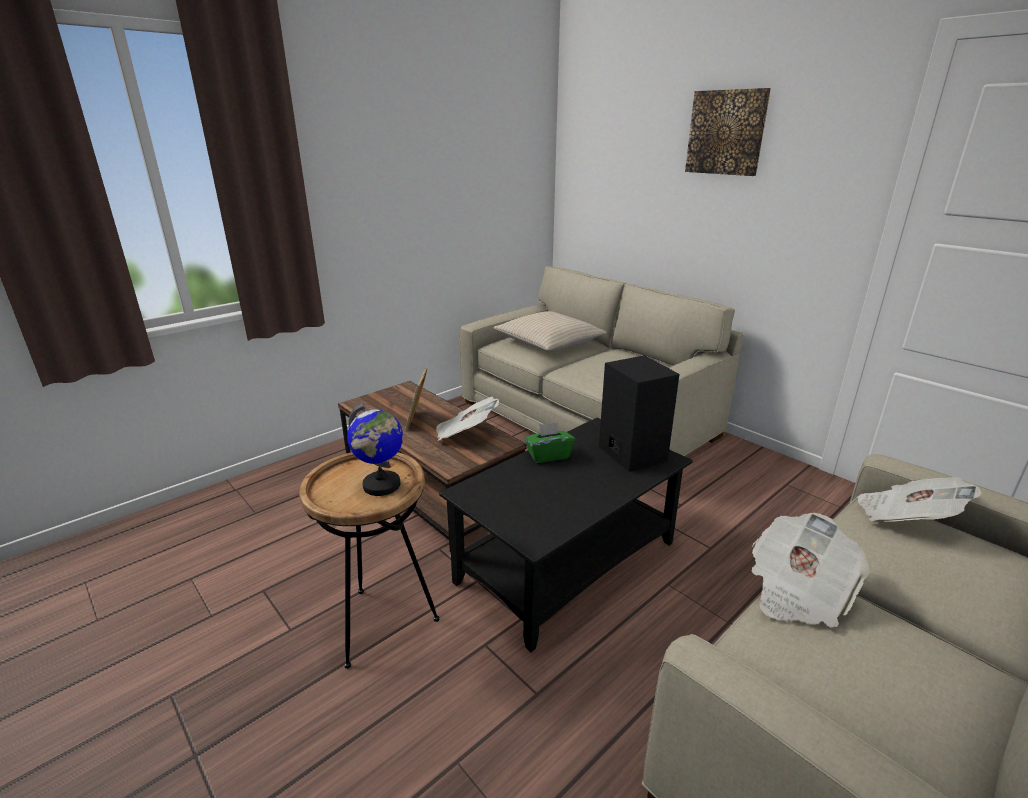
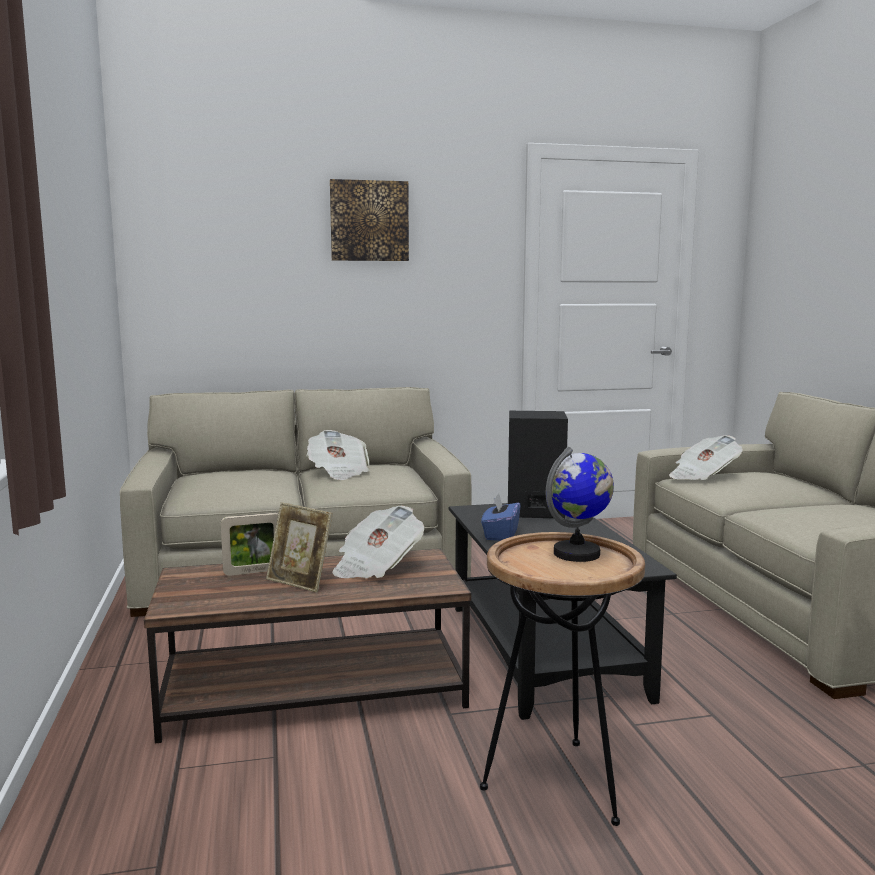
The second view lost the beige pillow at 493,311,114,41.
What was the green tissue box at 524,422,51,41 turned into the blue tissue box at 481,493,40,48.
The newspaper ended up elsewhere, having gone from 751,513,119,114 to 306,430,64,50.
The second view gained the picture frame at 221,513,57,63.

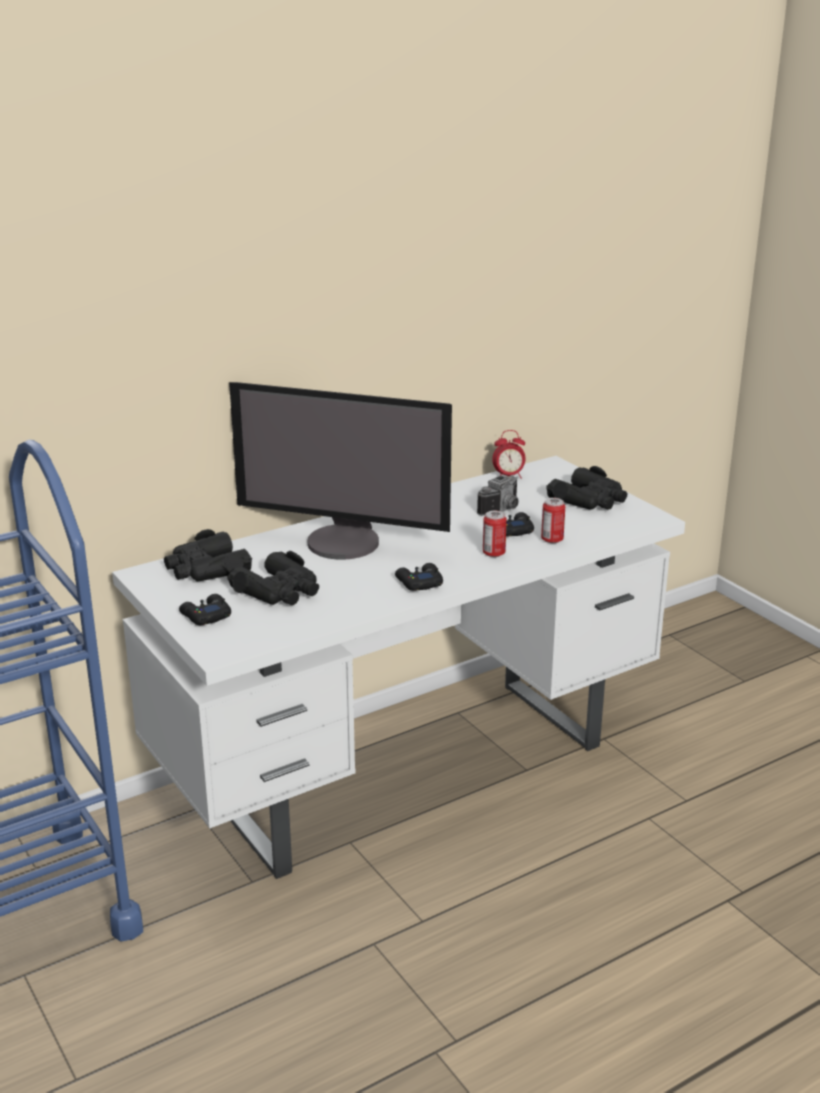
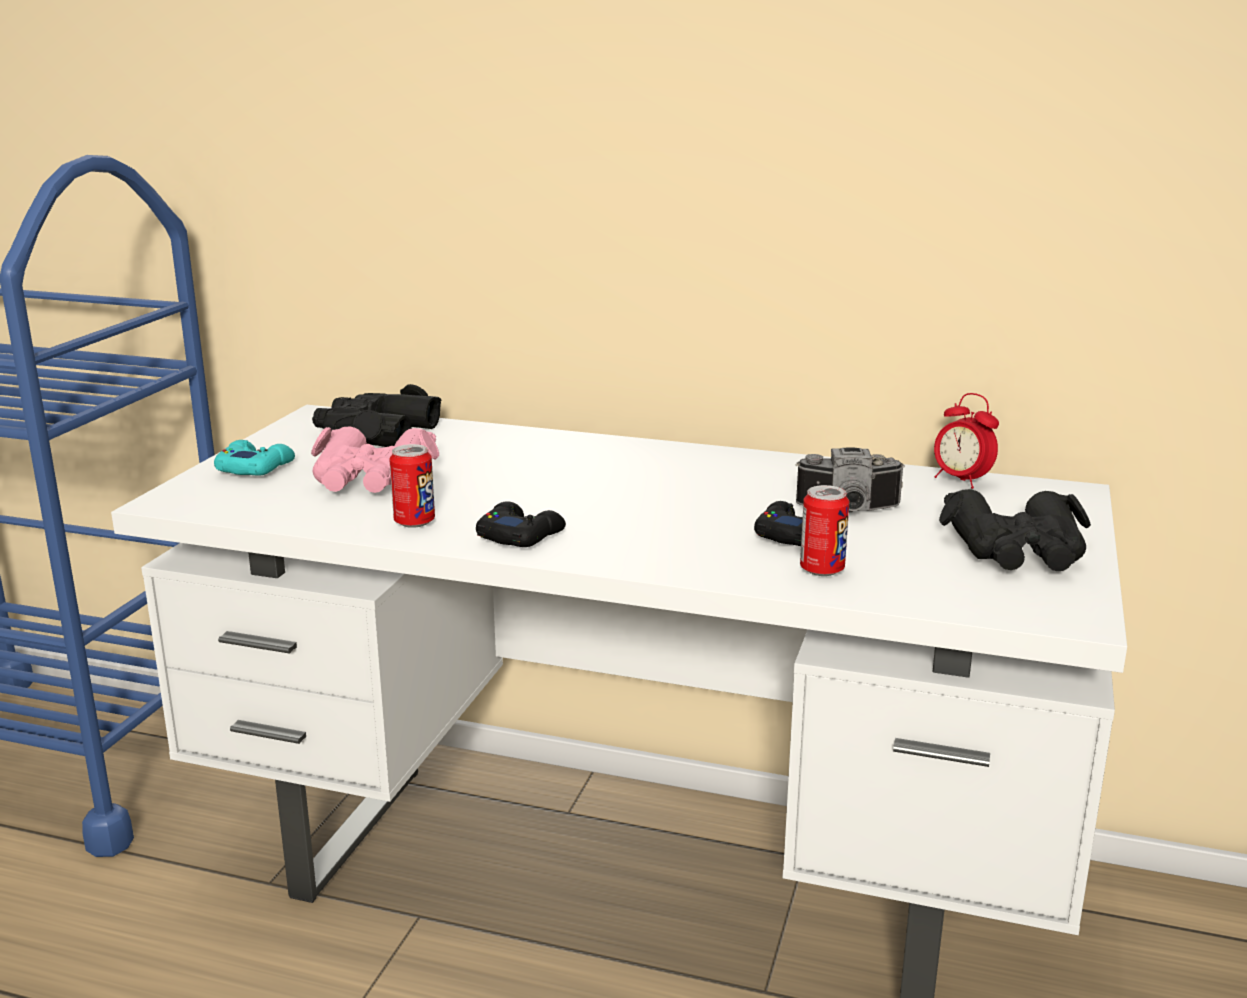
The second view lost the monitor at 229,382,223,178.
The can ended up elsewhere, having gone from 483,511,24,46 to 389,444,46,84.
What was the black binoculars at 227,551,92,54 turned into the pink binoculars at 311,426,128,67.
What was the black game controller at 179,594,52,31 turned into the turquoise game controller at 214,440,81,36.

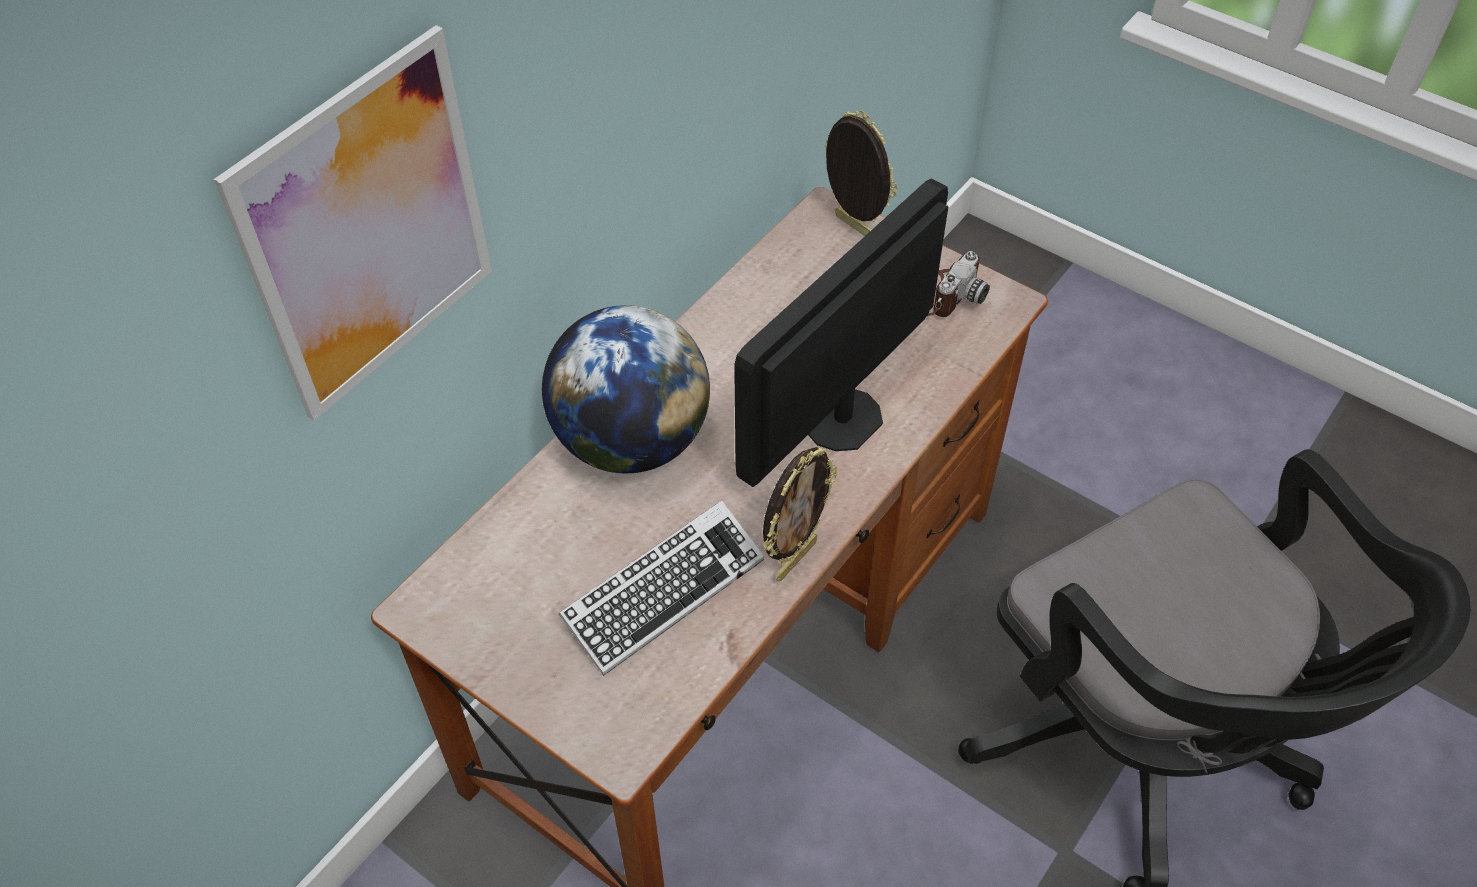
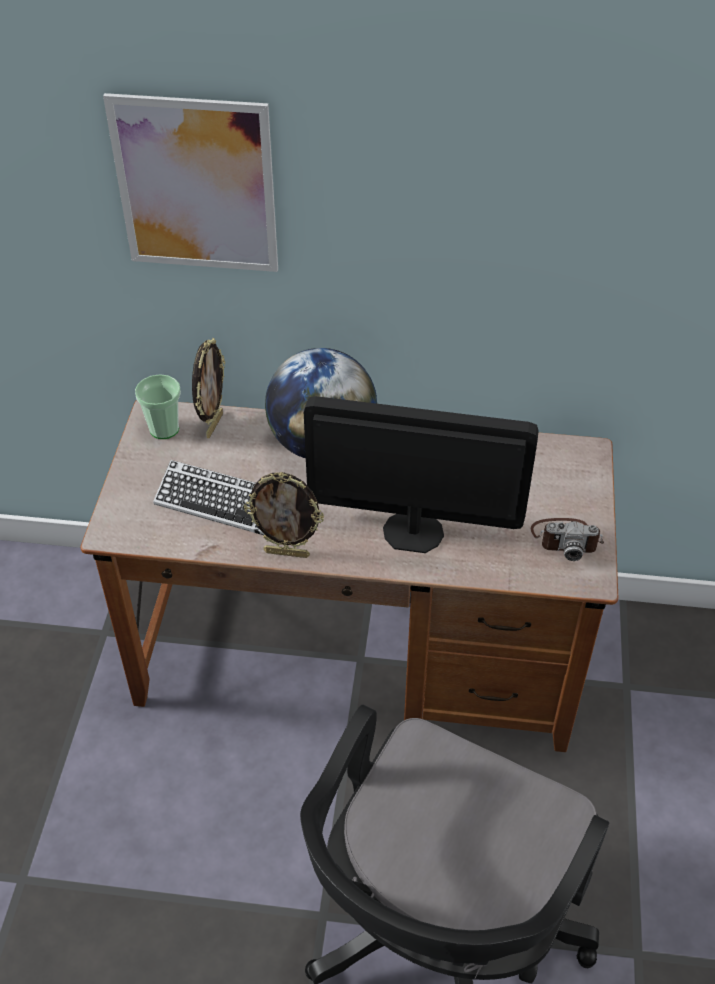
The picture frame ended up elsewhere, having gone from 825,111,73,125 to 192,338,33,100.
The second view gained the cup at 135,374,46,65.

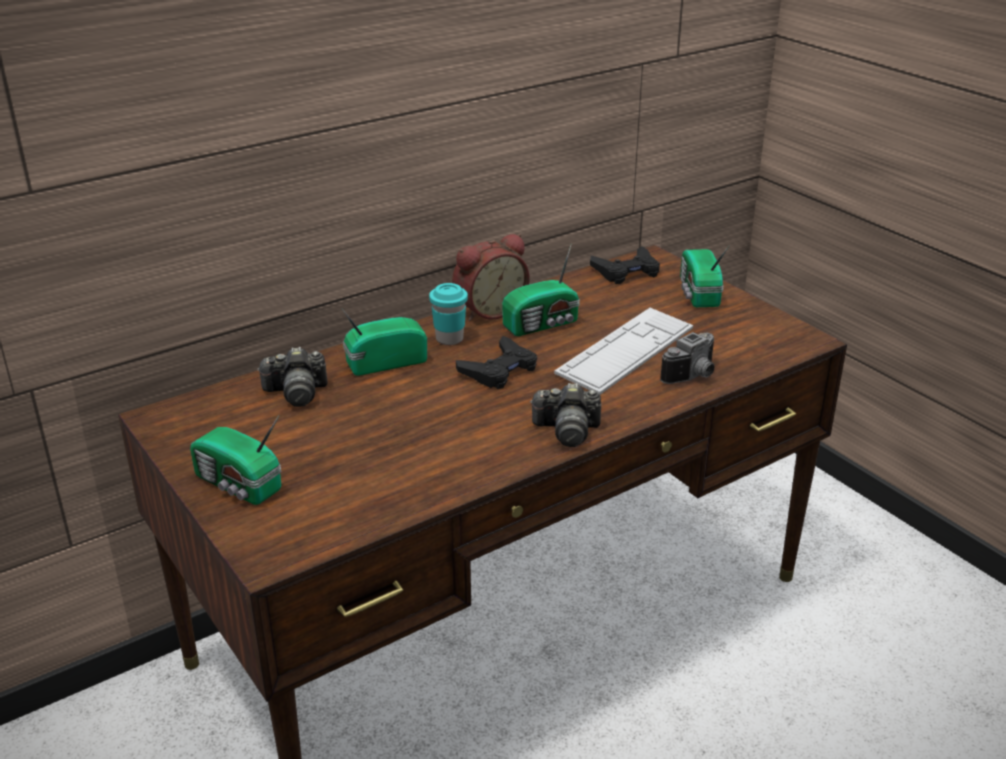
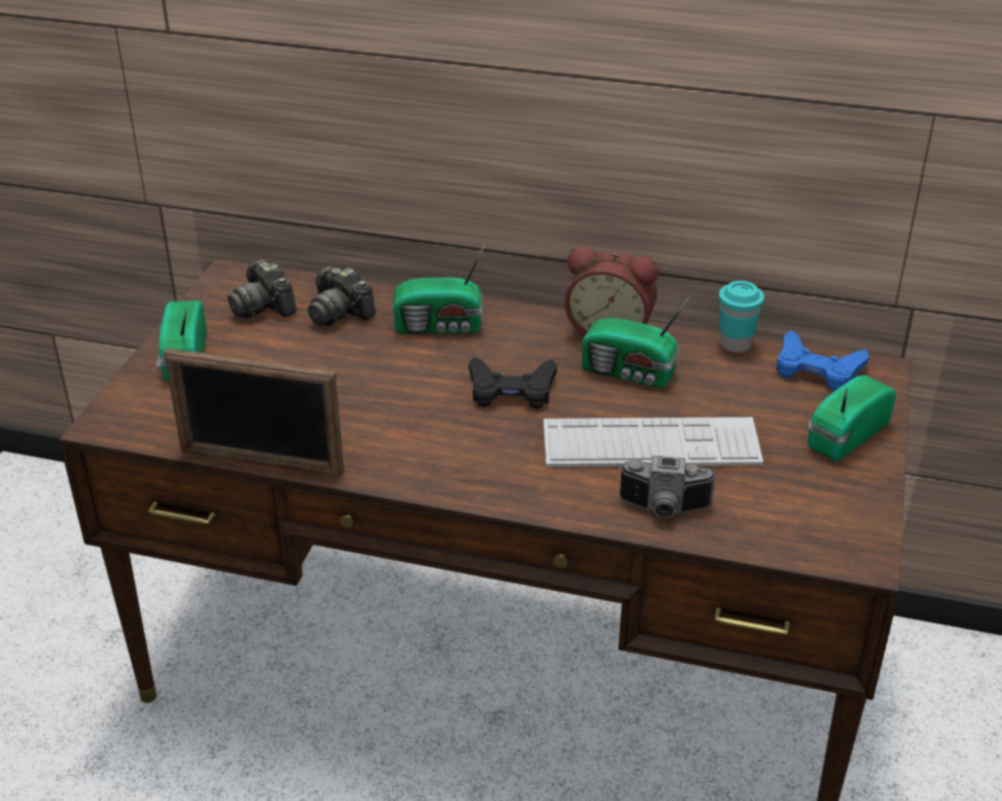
What was the black game controller at 590,246,70,38 turned into the blue game controller at 776,330,93,62.
The turquoise cup ended up elsewhere, having gone from 429,283,39,62 to 719,281,45,72.
The radio at 342,309,85,67 ended up facing another way, 150 degrees clockwise from before.
The photo camera ended up elsewhere, having gone from 530,383,71,64 to 228,260,69,58.
The second view gained the picture frame at 164,348,180,129.

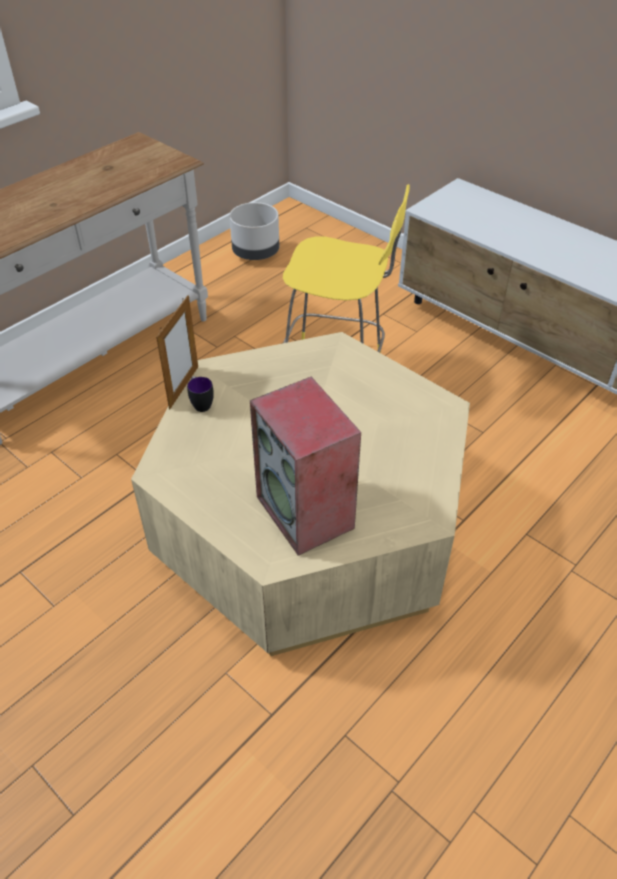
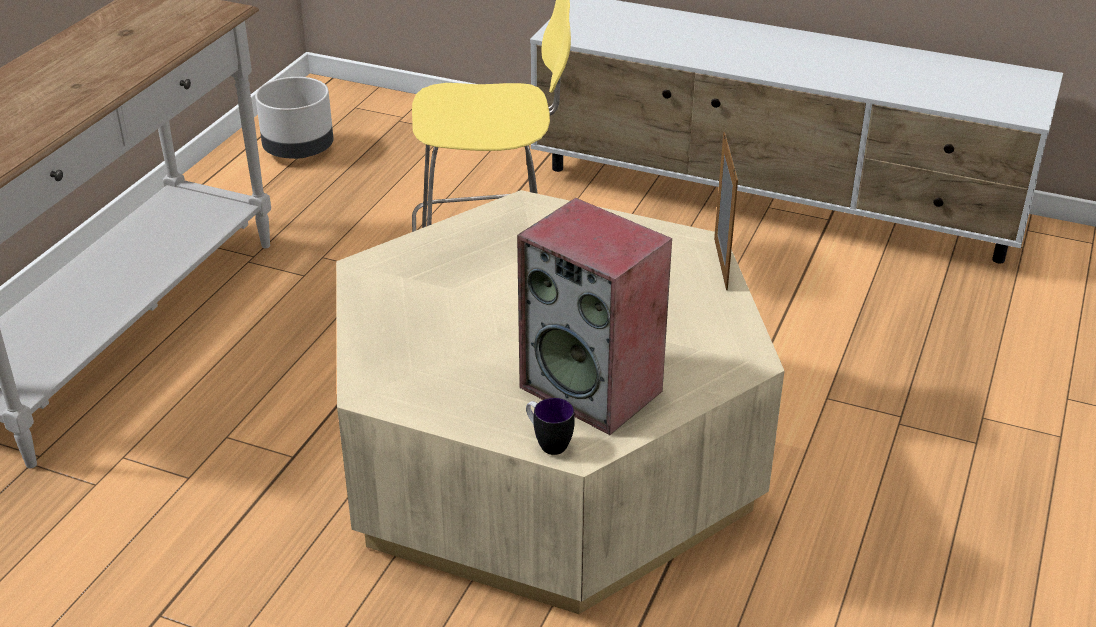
The picture frame ended up elsewhere, having gone from 156,295,42,114 to 714,132,24,158.
The mug ended up elsewhere, having gone from 187,376,27,36 to 526,398,49,57.

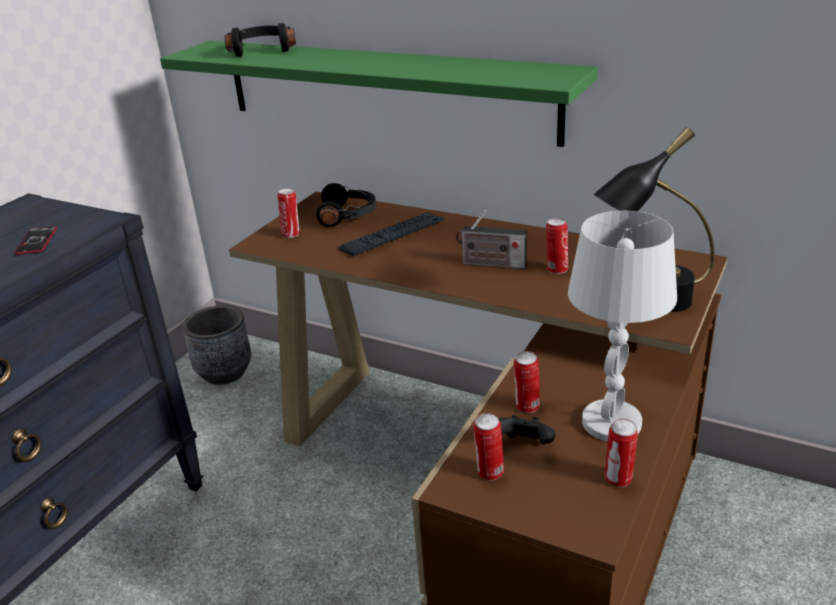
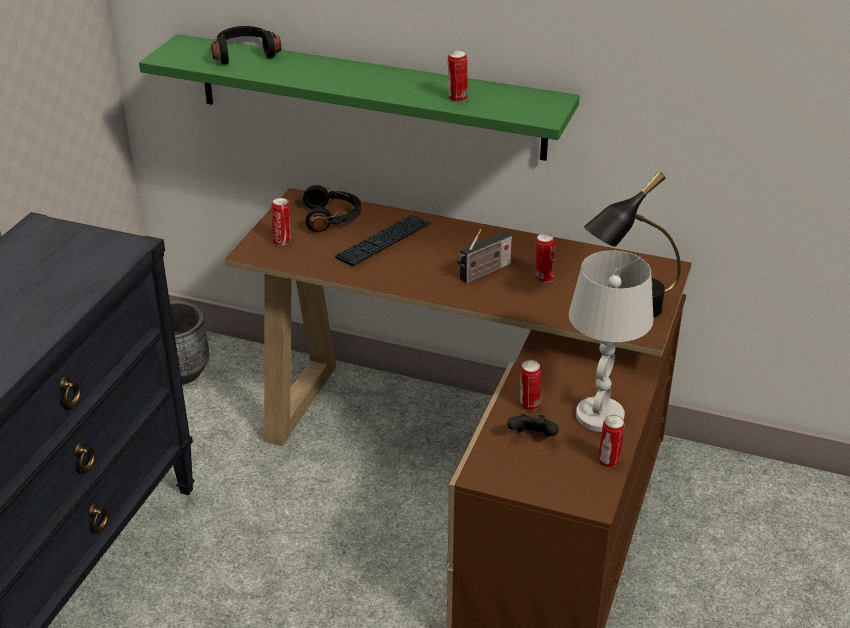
The radio at 456,211,71,58 ended up facing another way, 45 degrees counterclockwise from before.
The second view lost the phone at 14,226,43,29.
The can ended up elsewhere, having gone from 474,413,30,68 to 448,50,20,52.

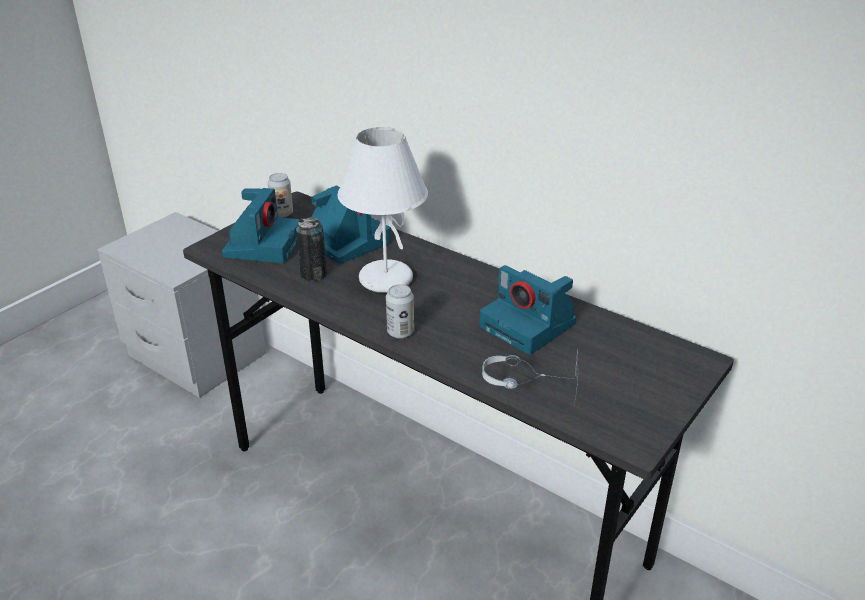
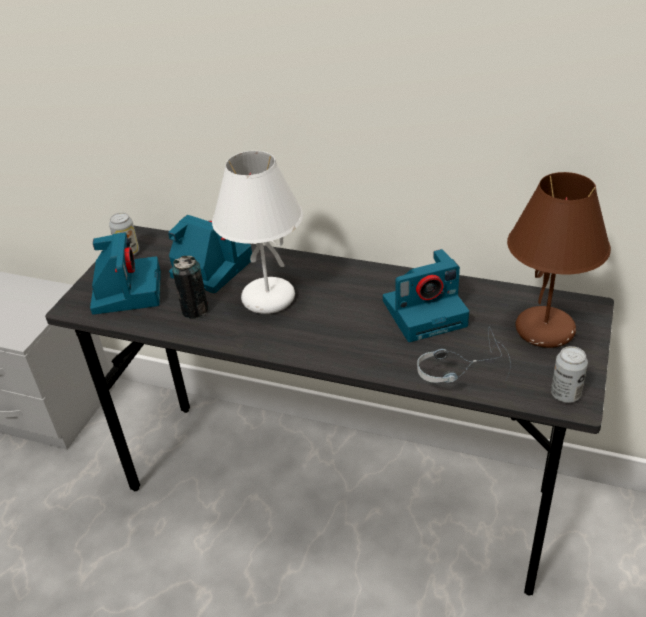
The photo camera at 480,265,96,90 ended up facing another way, 45 degrees counterclockwise from before.
The can ended up elsewhere, having gone from 386,284,28,54 to 551,346,37,57.
The second view gained the brown table lamp at 507,172,104,176.

